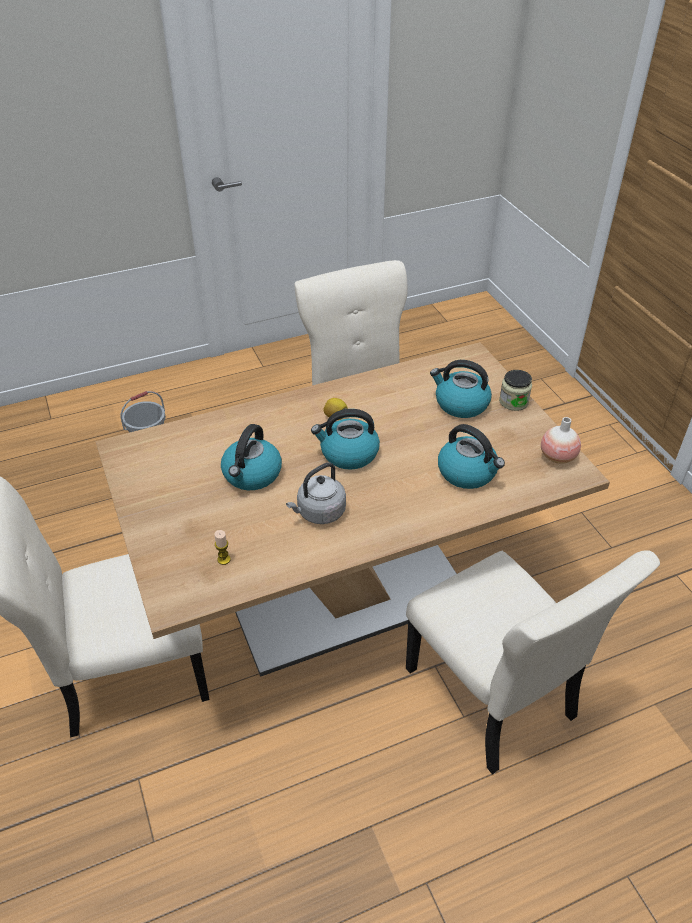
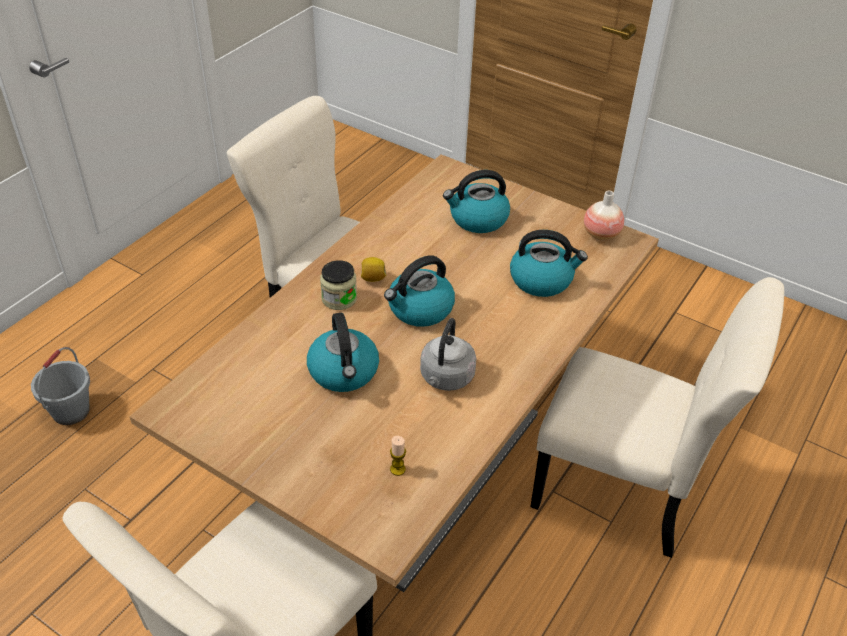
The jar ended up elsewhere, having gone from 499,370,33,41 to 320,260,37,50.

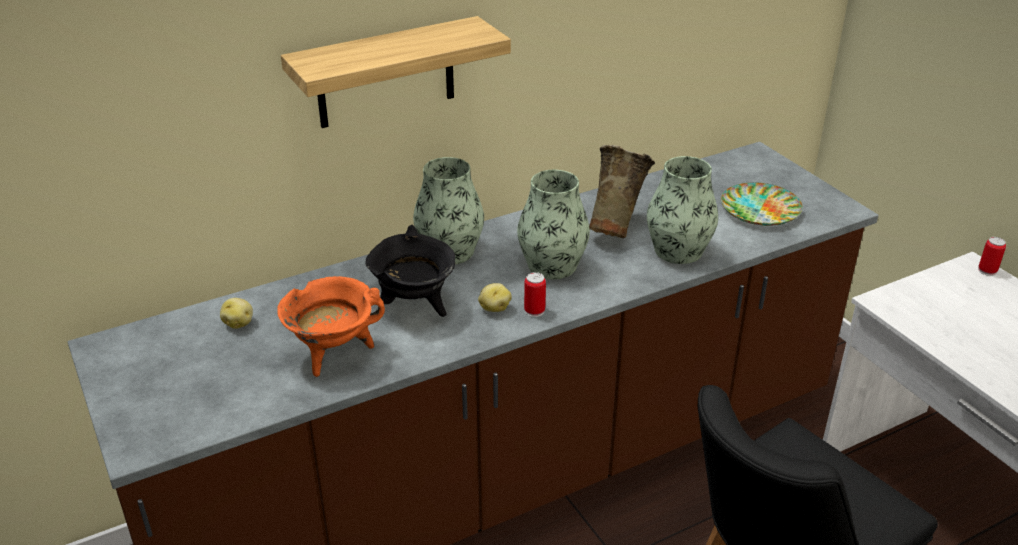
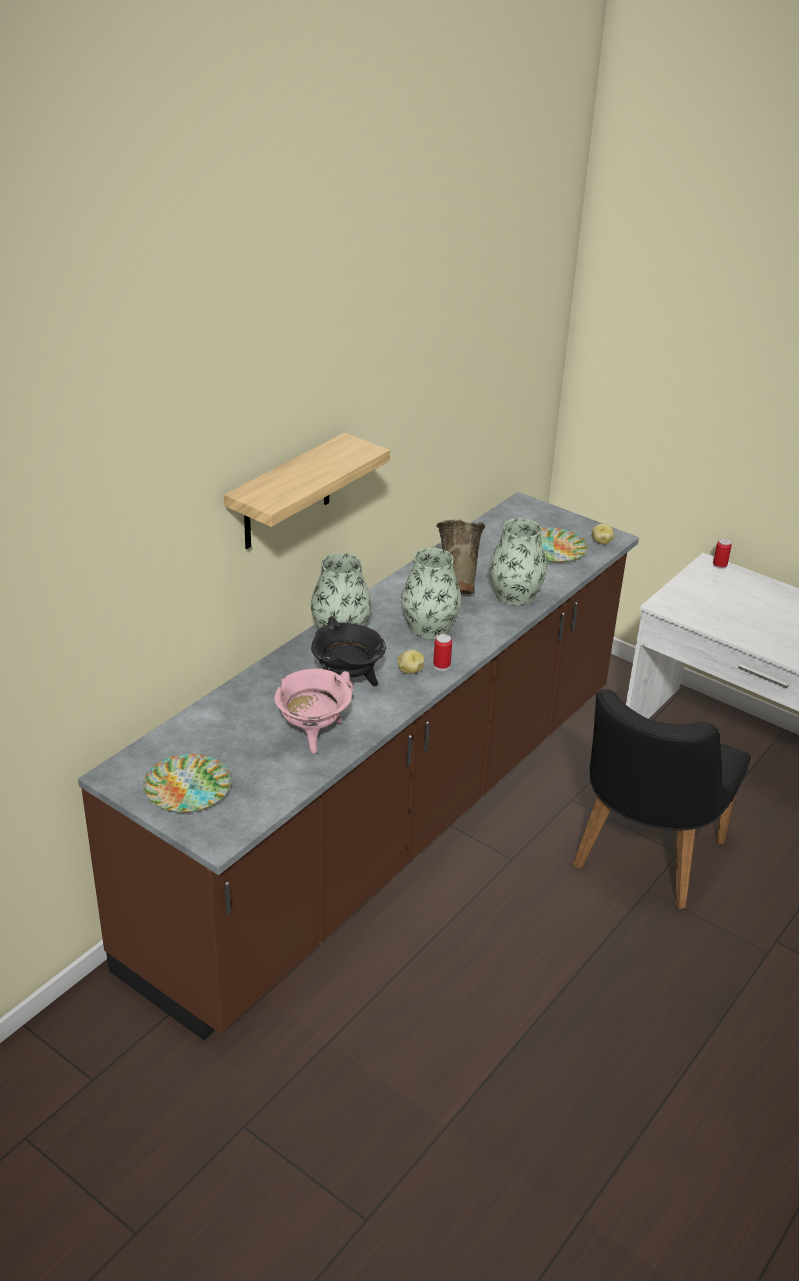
What was the orange cooking pot at 277,276,108,101 turned into the pink cooking pot at 274,668,79,86.
The potato ended up elsewhere, having gone from 220,298,33,31 to 592,524,22,21.
The second view gained the plate at 143,754,88,59.

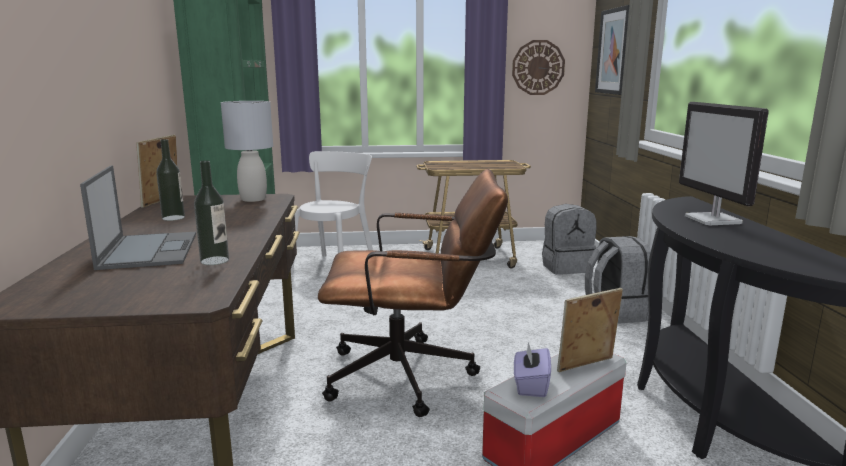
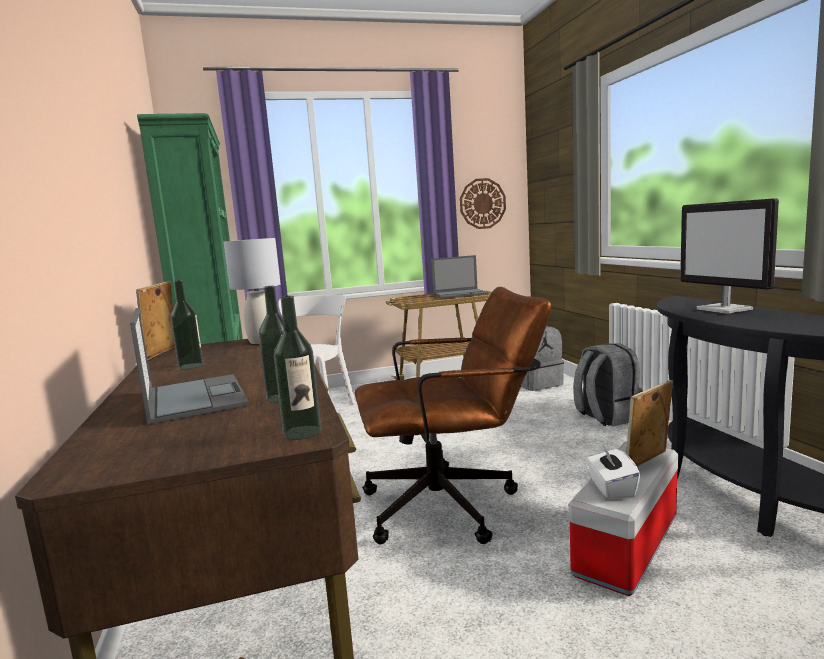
The second view lost the picture at 595,5,34,90.
What was the purple tissue box at 514,342,37,55 turned into the white tissue box at 586,446,54,54.
The second view gained the laptop at 431,255,58,44.
The second view gained the bottle at 274,296,47,144.

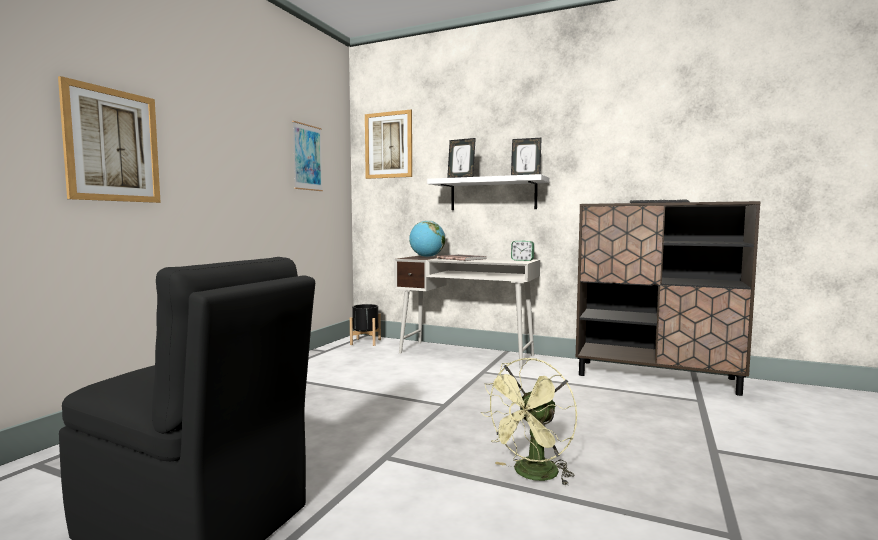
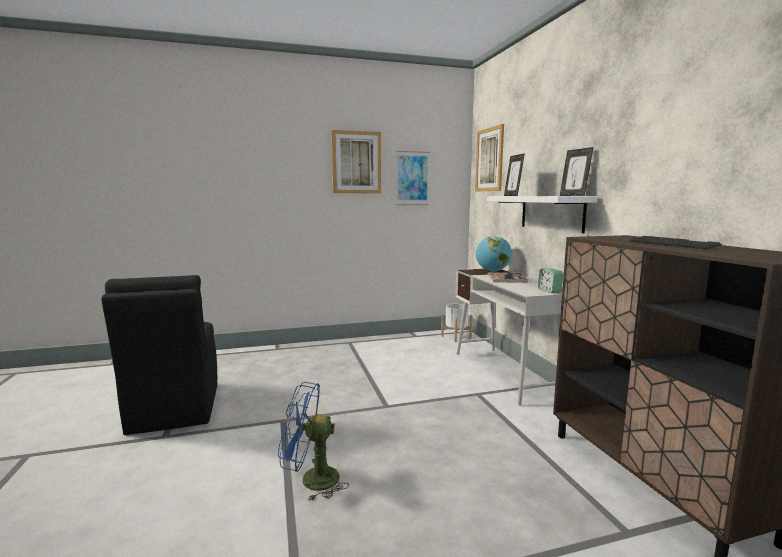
The picture ended up elsewhere, having gone from 58,76,103,127 to 331,130,50,63.
What was the black planter at 350,304,31,42 turned into the white planter at 441,304,32,38.
What was the green fan at 481,358,96,128 turned into the blue fan at 278,382,71,119.

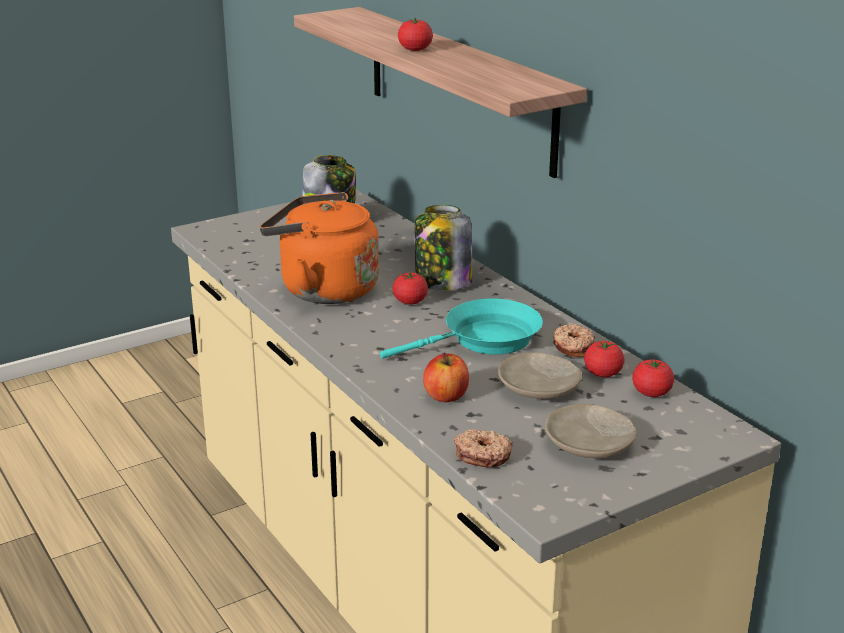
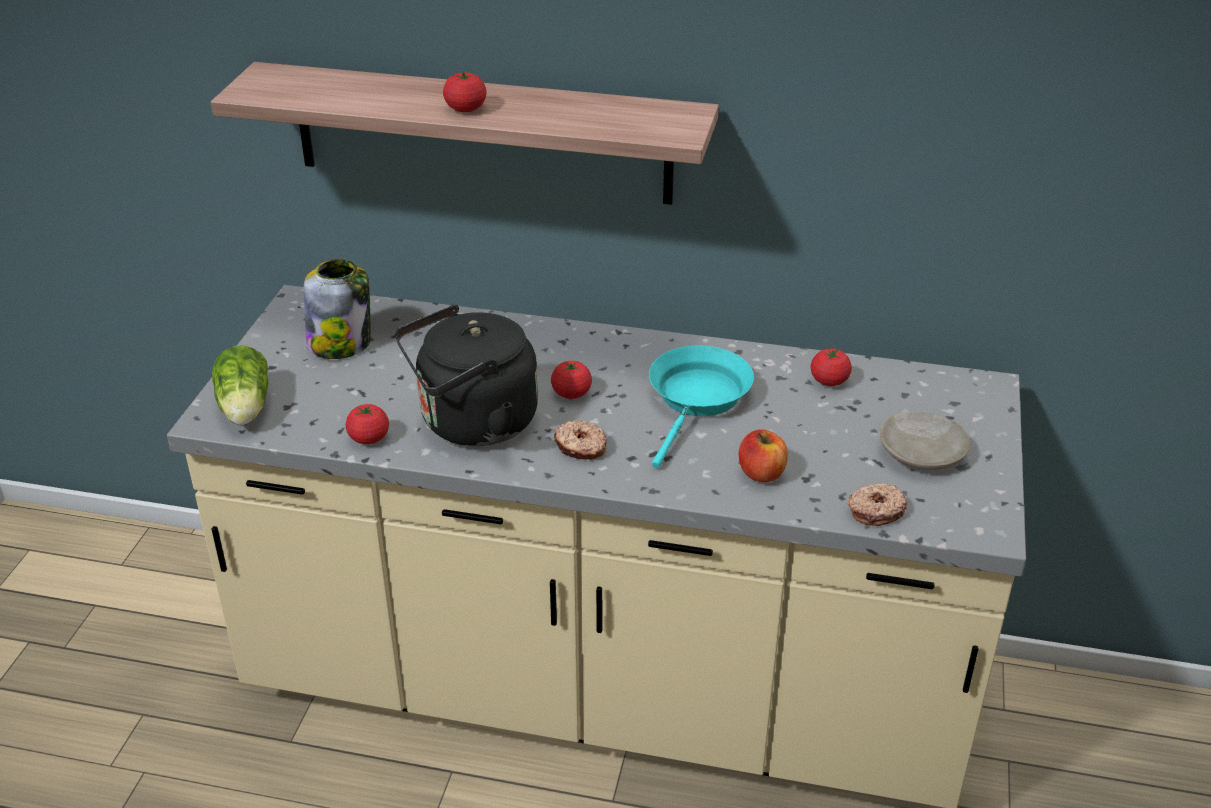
What was the orange kettle at 260,192,119,112 turned into the black kettle at 395,305,143,141.
The second view lost the jar at 415,205,57,85.
The donut ended up elsewhere, having gone from 553,324,42,33 to 554,420,53,40.
The second view lost the beige plate at 498,352,84,47.
The tomato ended up elsewhere, having gone from 632,359,42,38 to 346,404,43,40.
The second view gained the lettuce at 212,345,56,80.

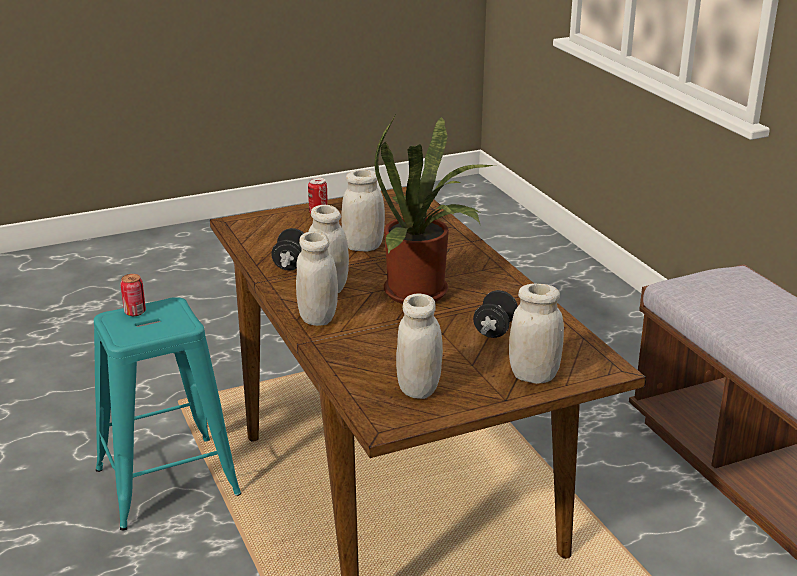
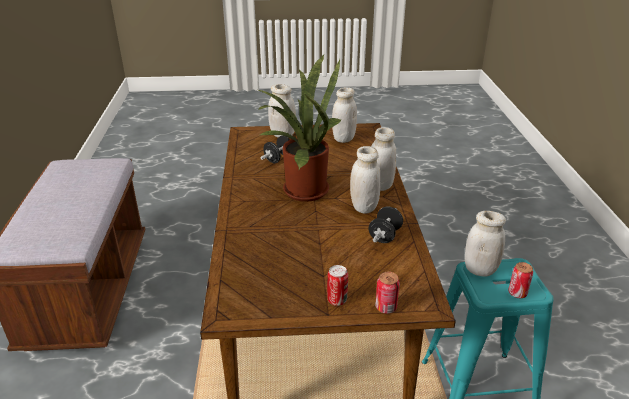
The white jar ended up elsewhere, having gone from 341,170,44,82 to 465,211,41,66.
The second view gained the can at 375,272,25,42.

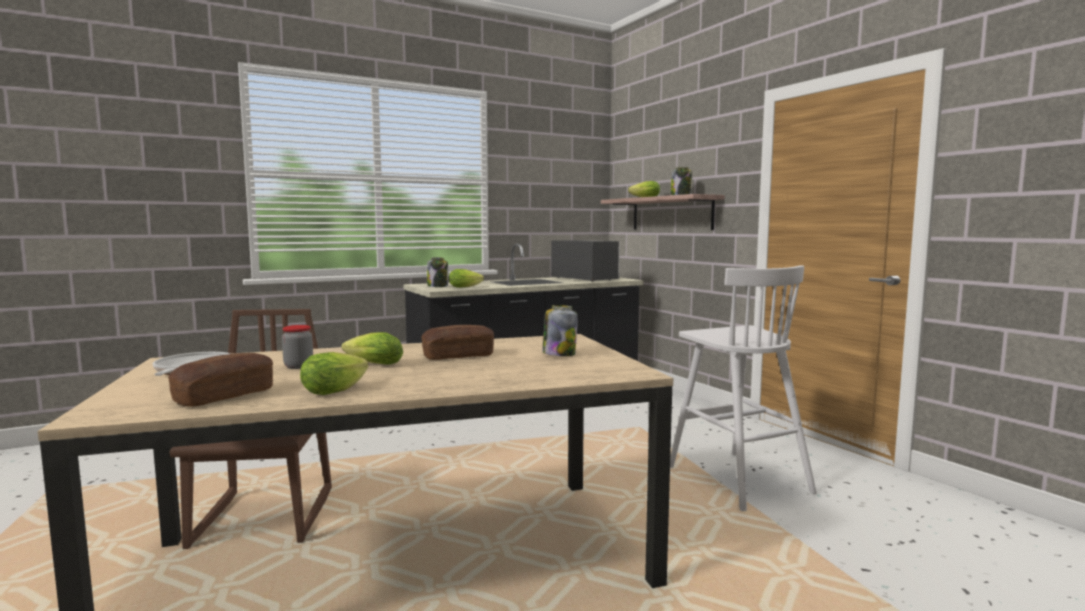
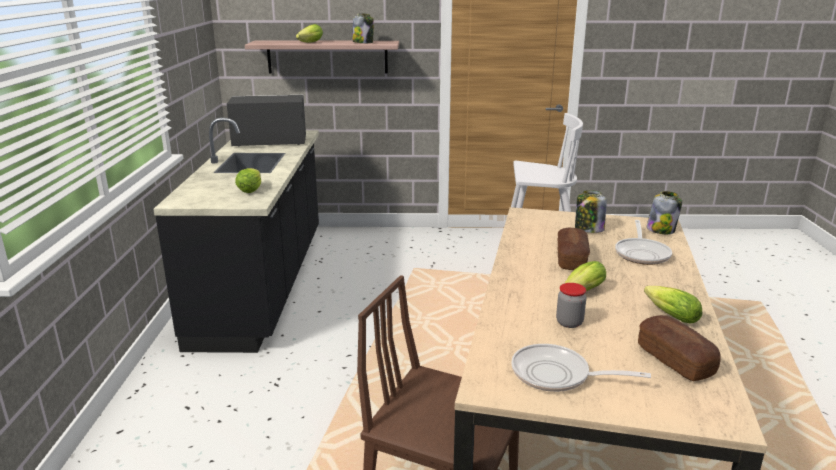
The jar ended up elsewhere, having gone from 427,257,21,30 to 647,191,35,43.
The second view gained the frying pan at 615,220,57,45.

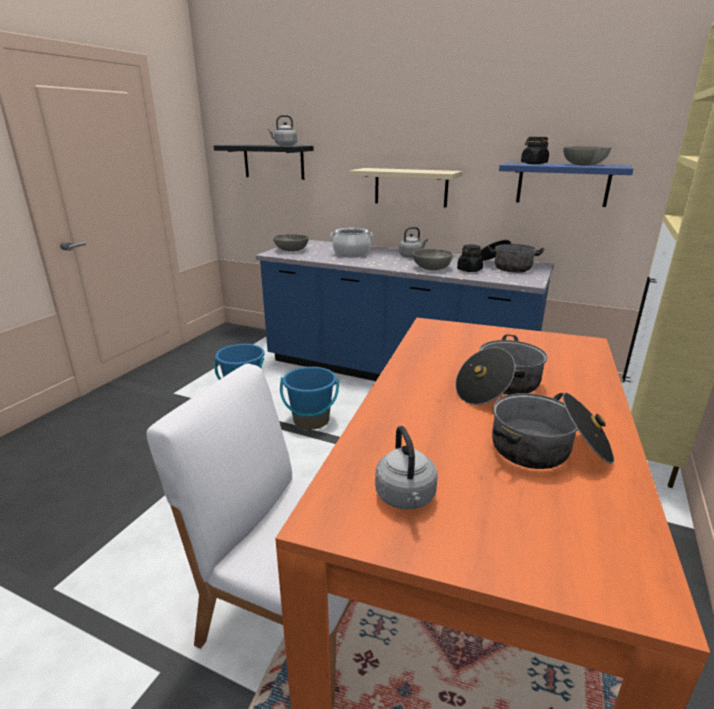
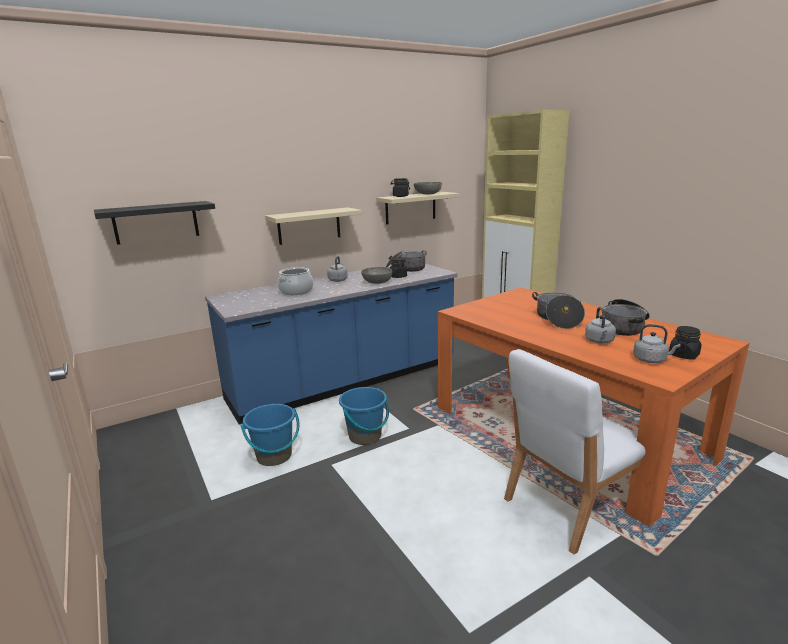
The grey kettle ended up elsewhere, having gone from 268,115,29,31 to 585,307,31,37.
What was the blue shelf at 499,162,134,45 turned into the beige shelf at 376,192,84,32.
The second view lost the grey bowl at 273,234,36,17.
The second view gained the black jar at 669,326,33,34.

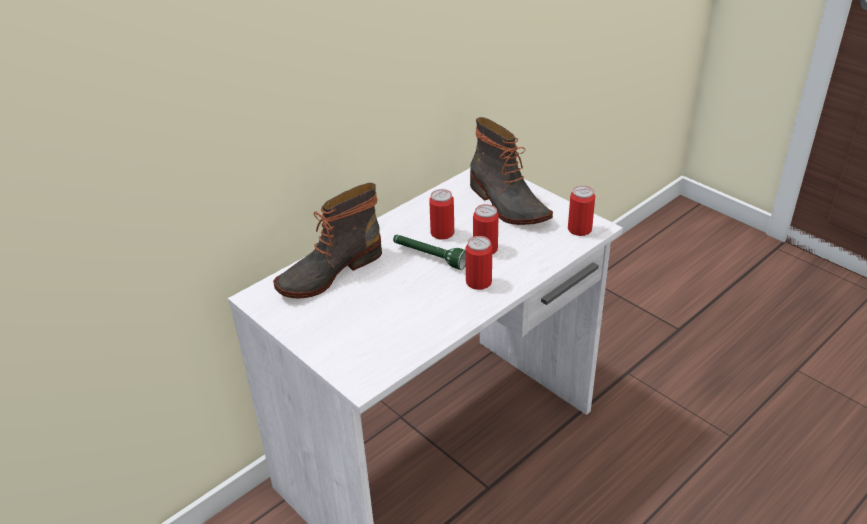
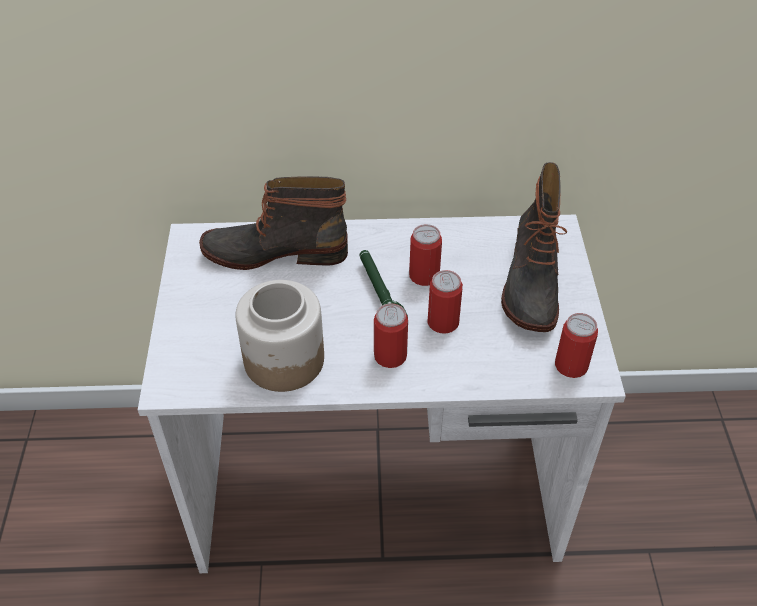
The second view gained the jar at 235,280,89,112.

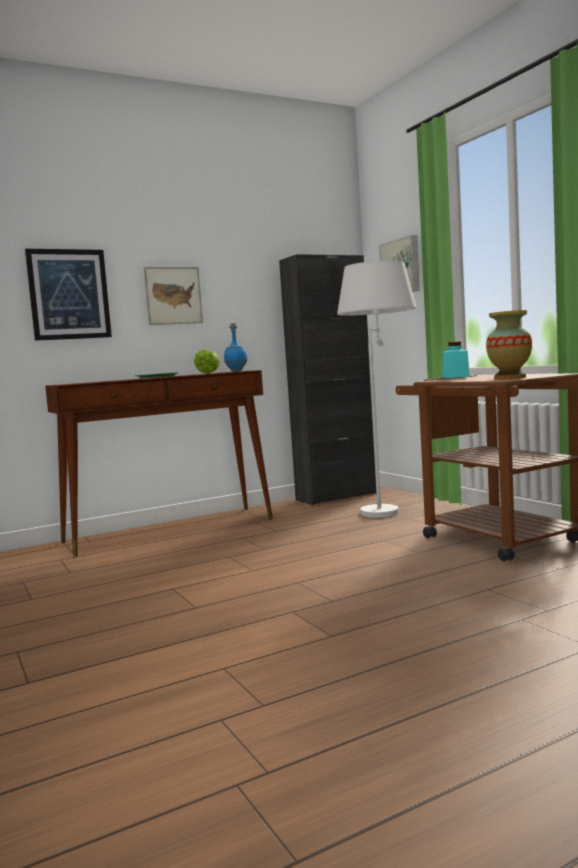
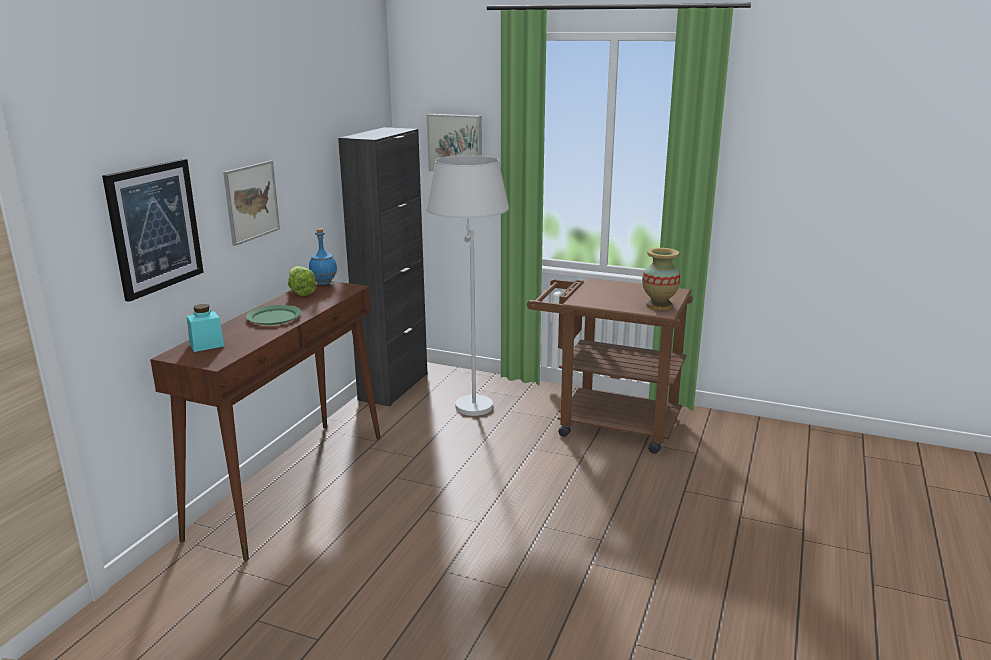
The turquoise jar ended up elsewhere, having gone from 443,342,27,36 to 187,304,38,48.

